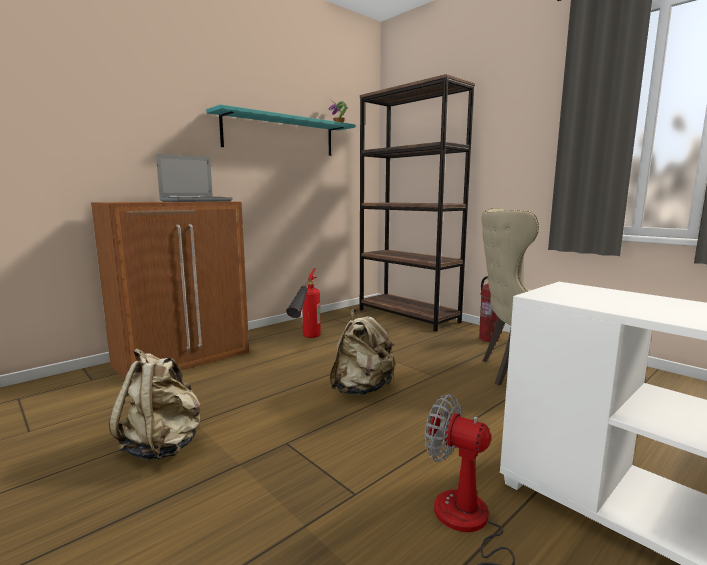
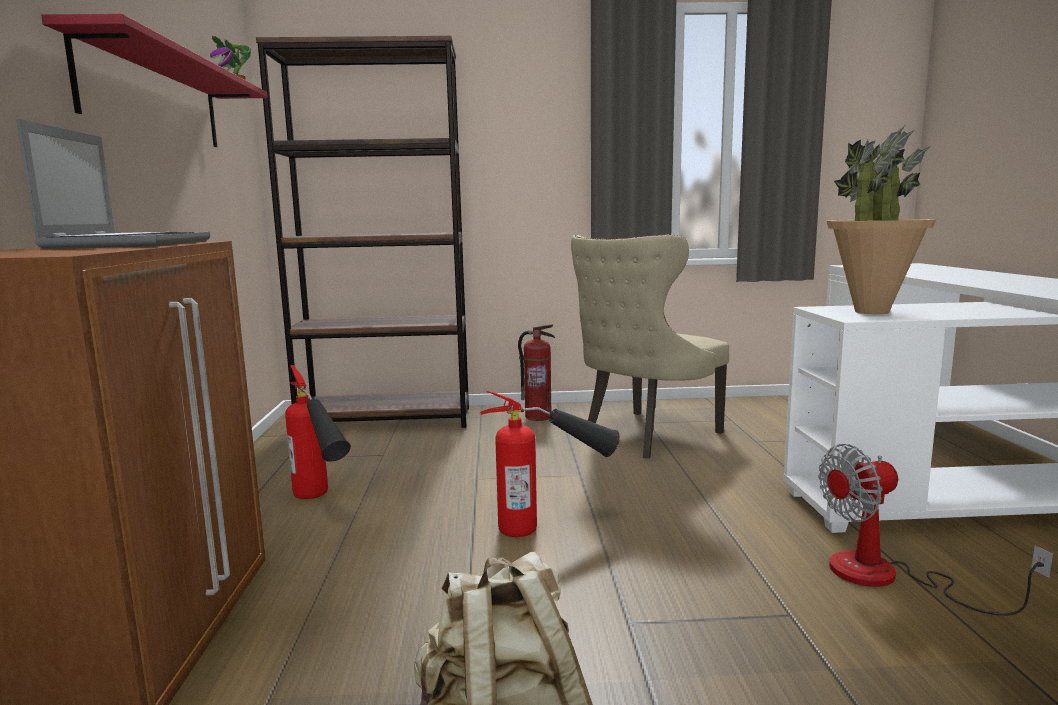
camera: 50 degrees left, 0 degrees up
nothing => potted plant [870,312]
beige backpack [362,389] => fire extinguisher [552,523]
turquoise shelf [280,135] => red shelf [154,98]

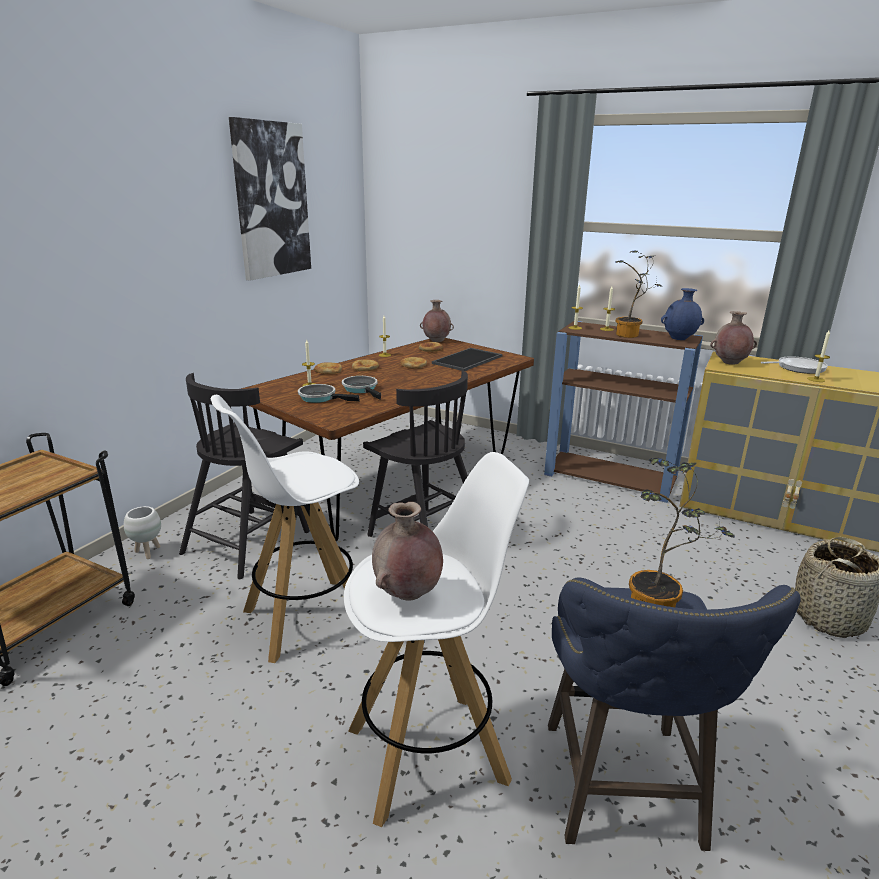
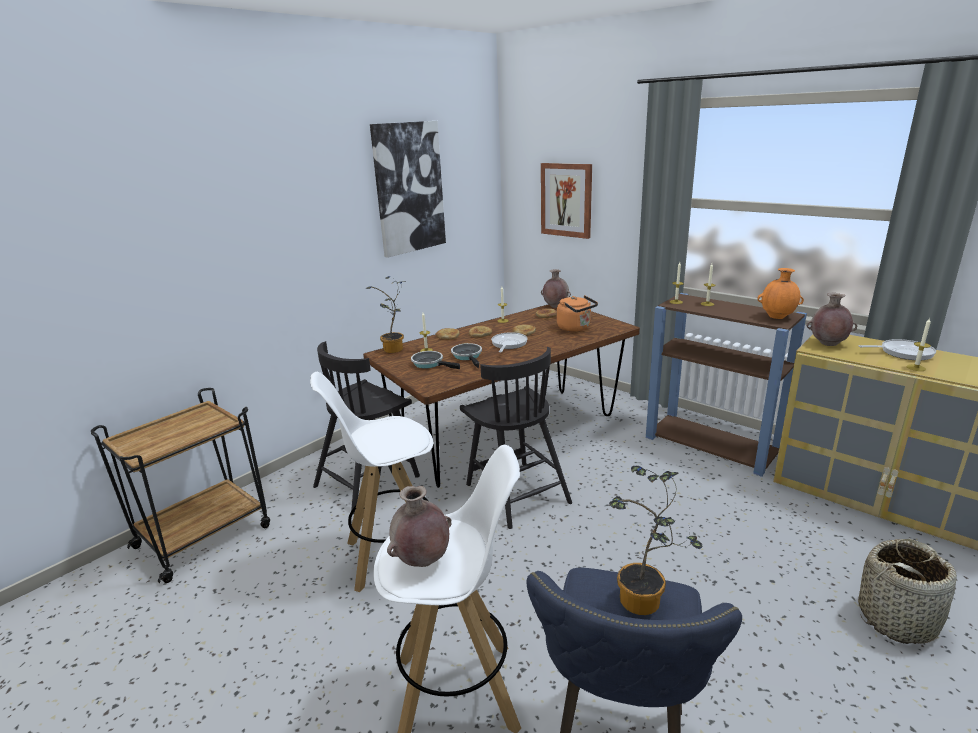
camera: 15 degrees right, 0 degrees up
white planter [148,552] => nothing
nothing => frying pan [508,344]
nothing => picture [566,200]
potted plant [629,336] => potted plant [394,350], moved
tray [468,360] => orange kettle [575,328]
blue vase [679,339] => orange vase [777,317]

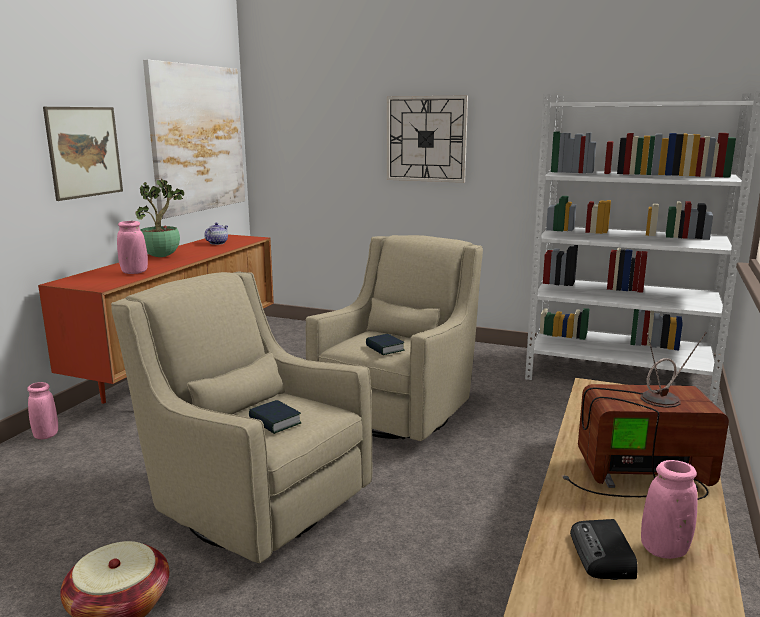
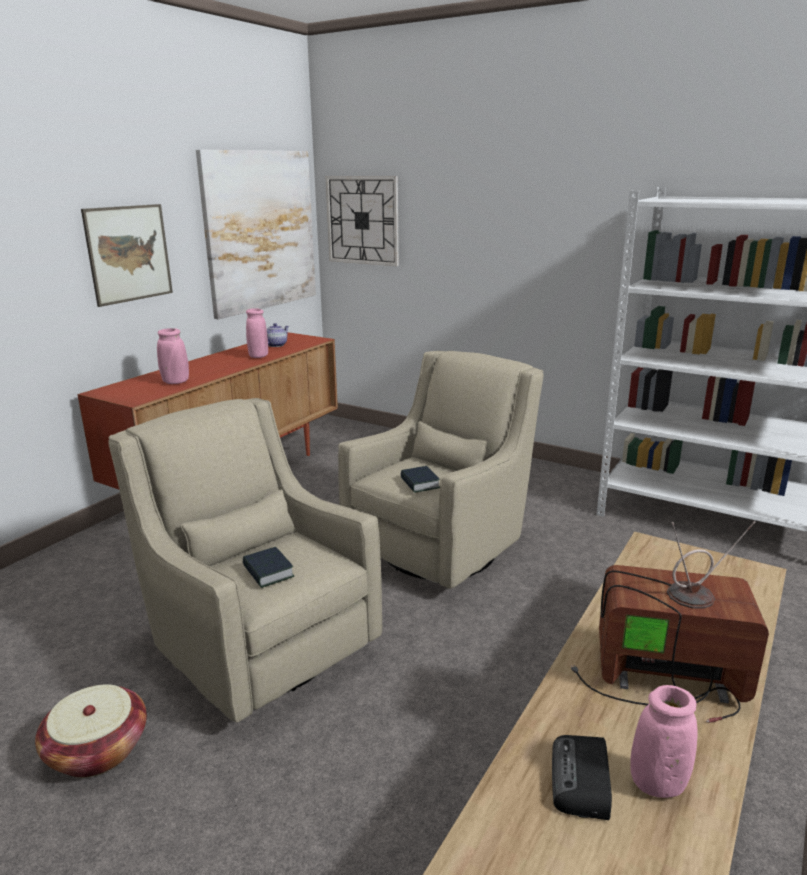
camera: 10 degrees right, 5 degrees up
potted plant [162,256] => nothing
pink vase [46,435] => pink vase [258,356], moved
wall clock [426,139] => wall clock [362,220], moved

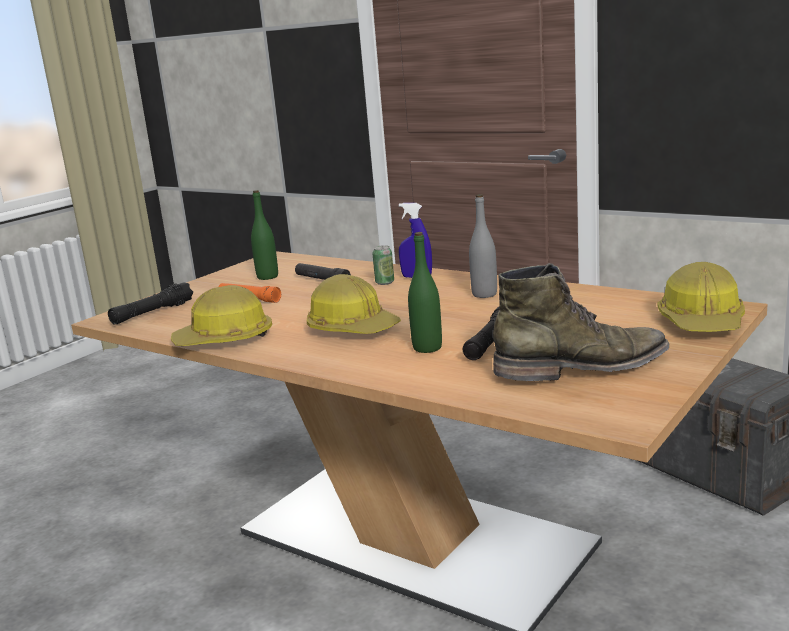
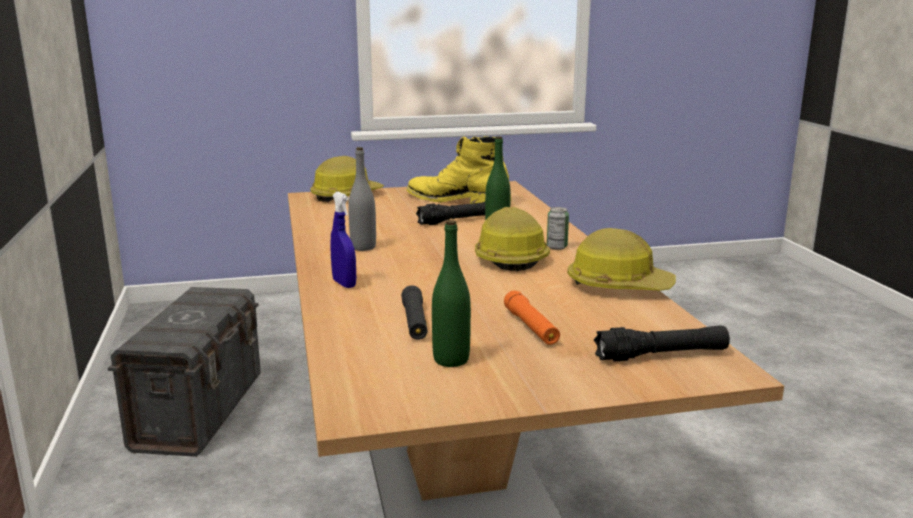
camera: 140 degrees left, 0 degrees up
can [384,282] => can [557,247], moved
green boot [583,368] => yellow boot [457,200]

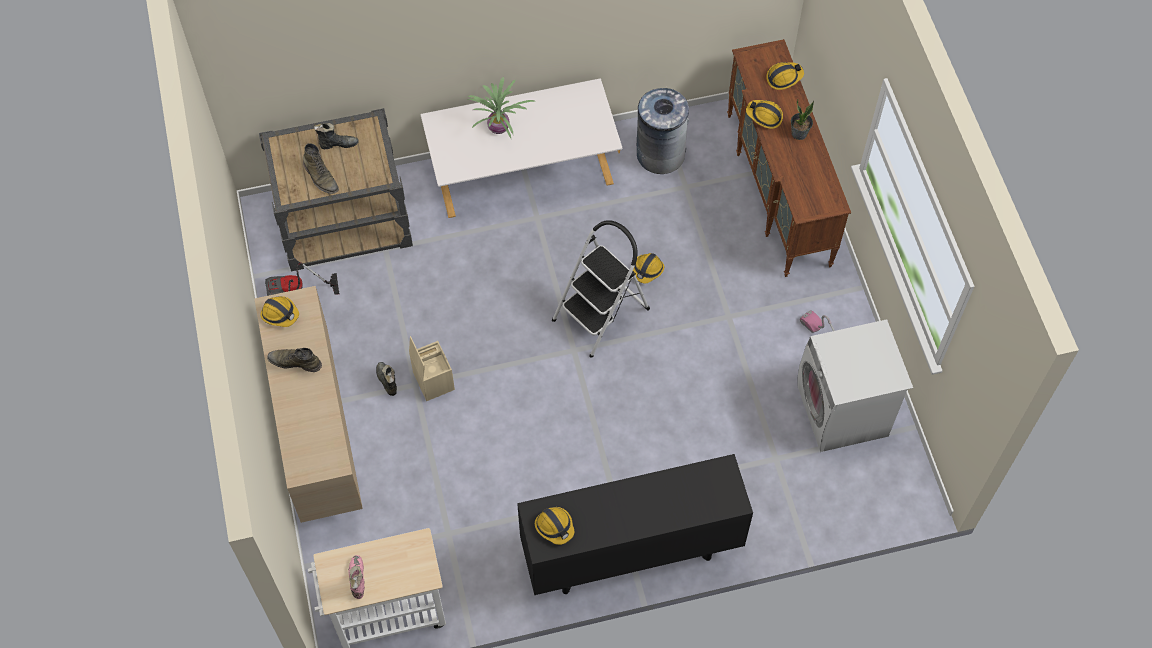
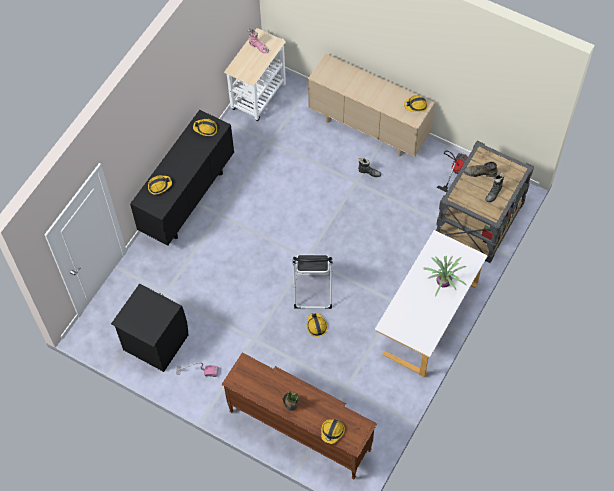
camera: 135 degrees right, 0 degrees up
green boot [295,362] => nothing
beige storage box [432,380] => nothing
grey trash can [660,154] => nothing
hard hat [764,116] => hard hat [159,186], moved
white washing machine [844,411] => black washing machine [154,343]

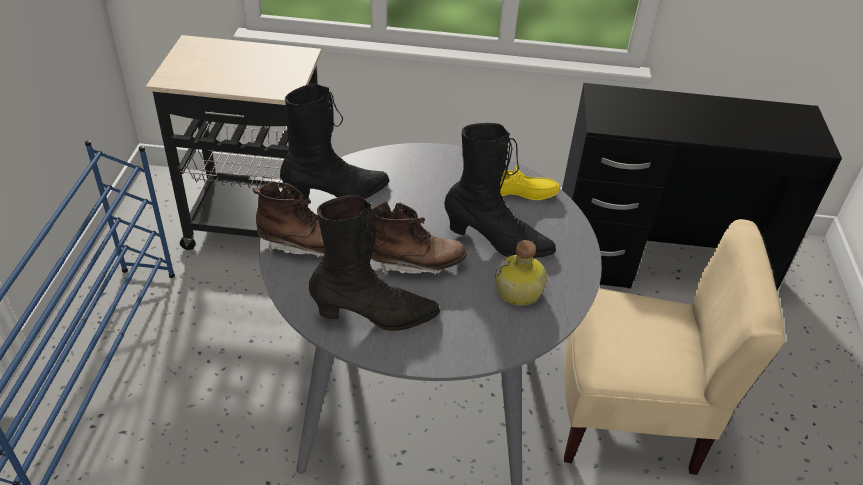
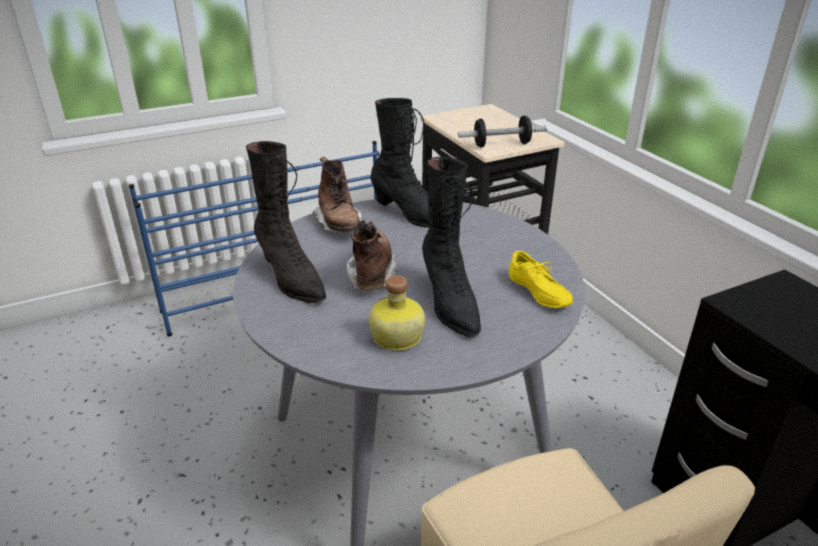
camera: 60 degrees right, 10 degrees down
nothing => dumbbell [501,144]
brown boot [415,263] => brown boot [372,274], 150 degrees counterclockwise

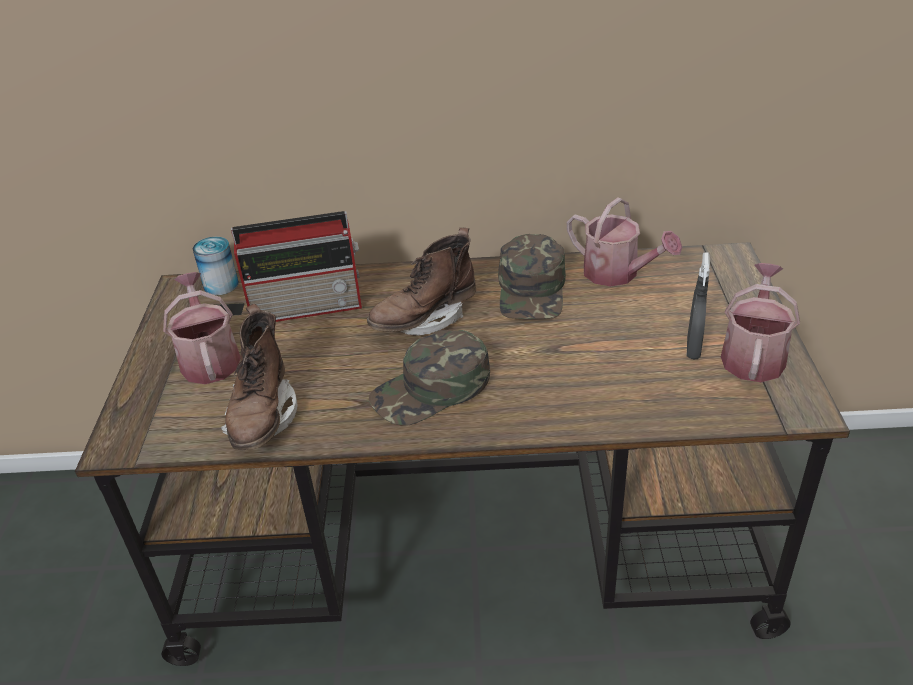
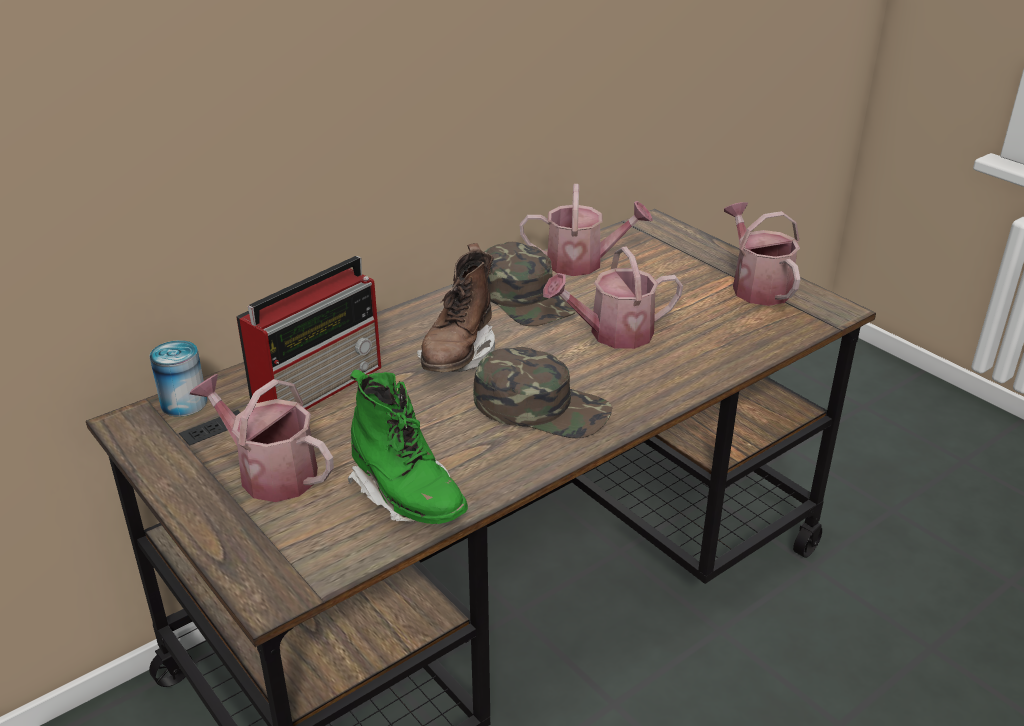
camera: 40 degrees left, 5 degrees down
grey spray bottle [693,348] => nothing
nothing => watering can [612,334]
brown boot [262,417] => green boot [407,496]
green cap [432,389] => green cap [542,406], 90 degrees counterclockwise

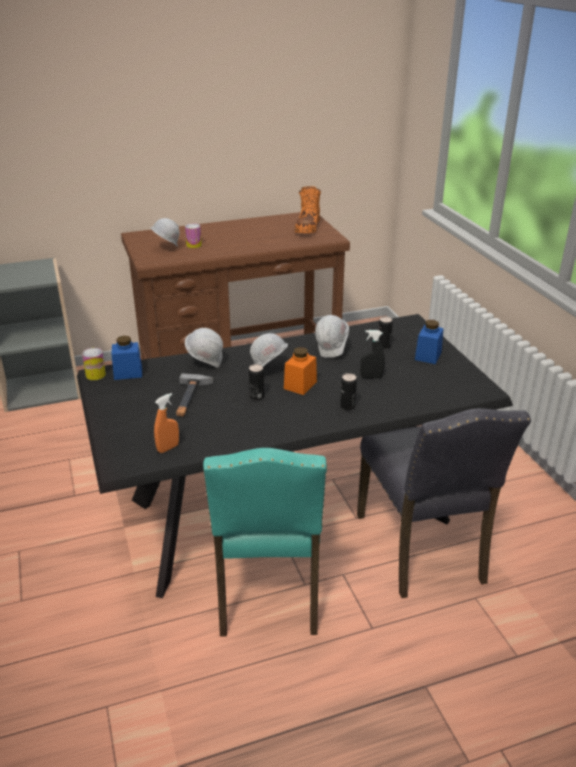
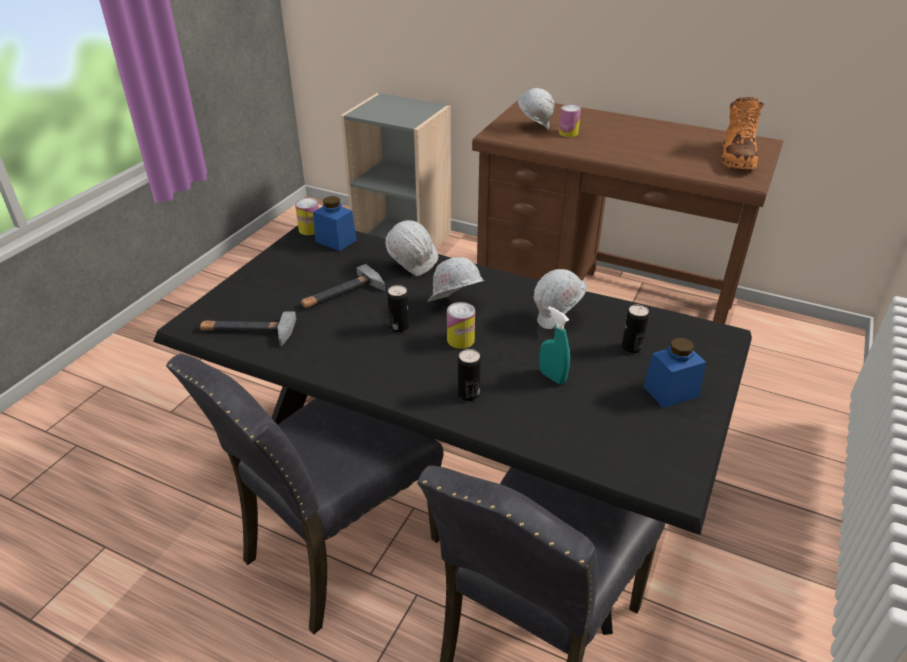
camera: 45 degrees right, 5 degrees up
orange spray bottle [168,448] => hammer [247,332]
orange jar [300,385] => can [460,340]
turquoise chair [268,588] => grey chair [336,549]
black spray bottle [371,377] => turquoise spray bottle [552,377]
orange boot [308,227] => orange boot [736,157], 45 degrees counterclockwise

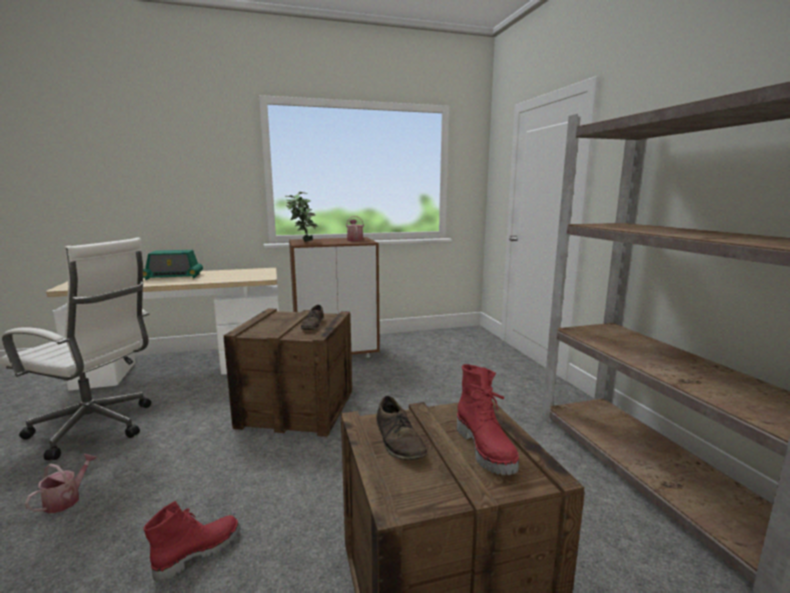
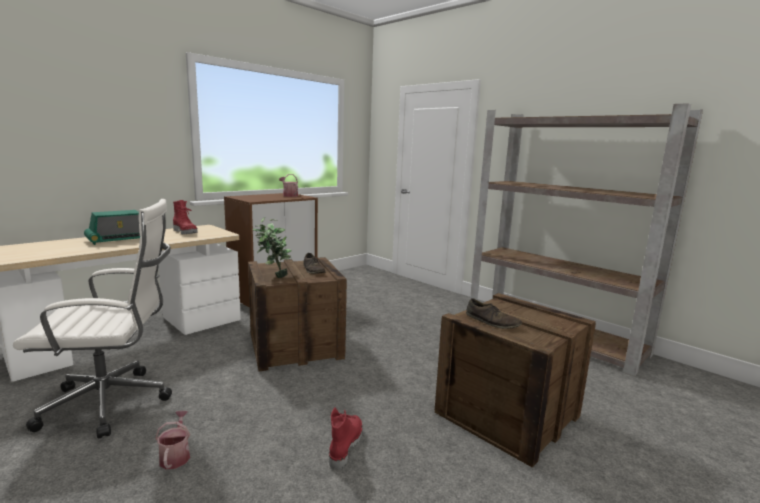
camera: 30 degrees left, 0 degrees up
potted plant [302,241] => potted plant [273,277], moved
red boot [486,449] => red boot [186,232], moved

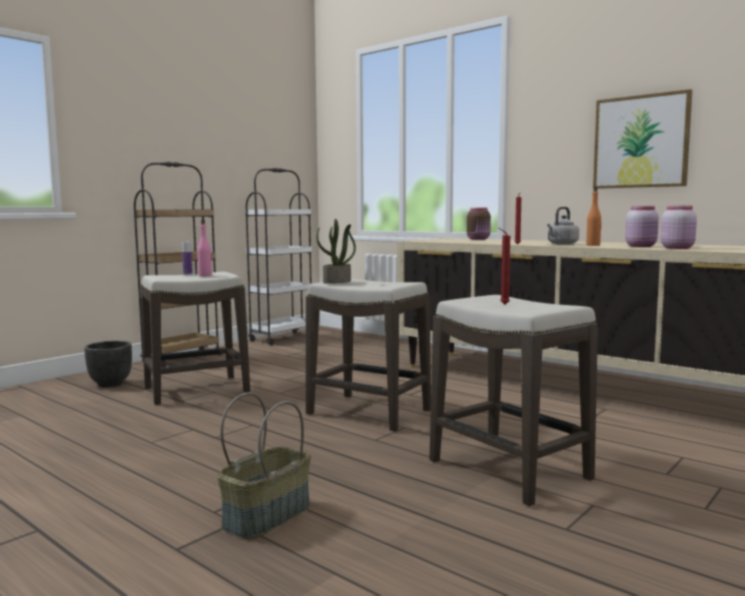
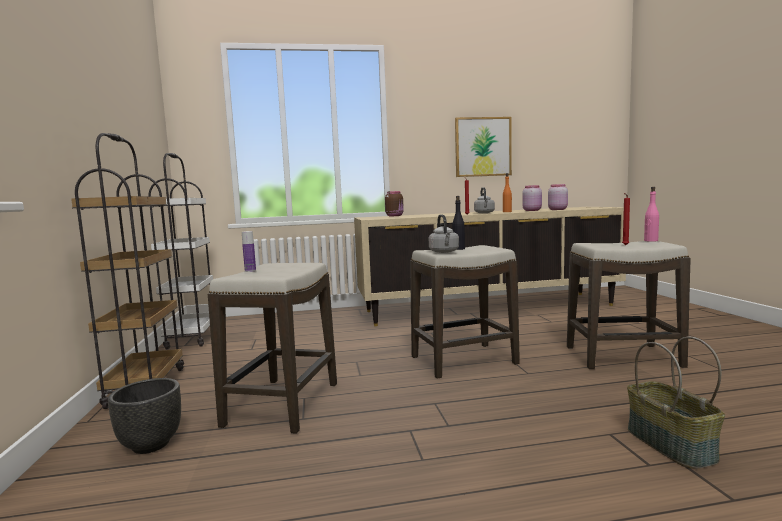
camera: 50 degrees left, 0 degrees up
nothing => black bottle [458,249]
pink bottle [205,275] => pink bottle [650,241], moved
potted plant [337,281] => grey kettle [444,252]

